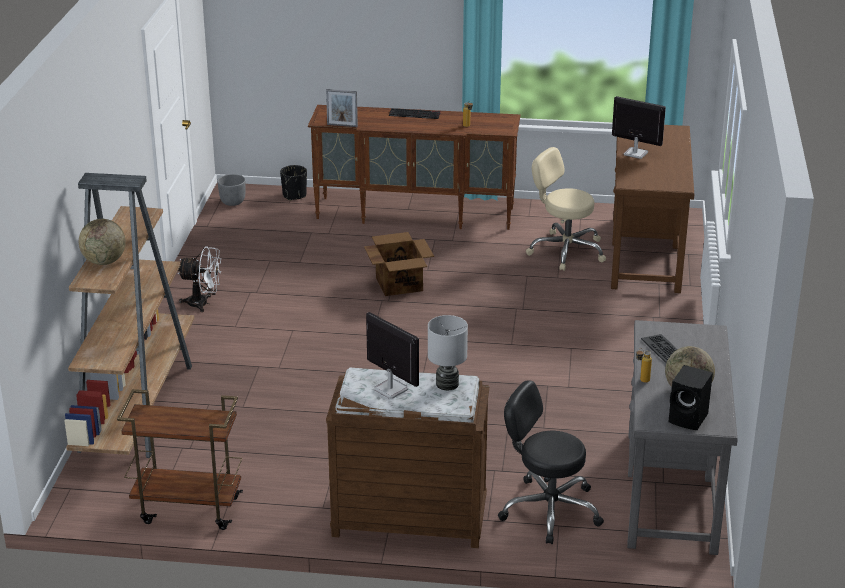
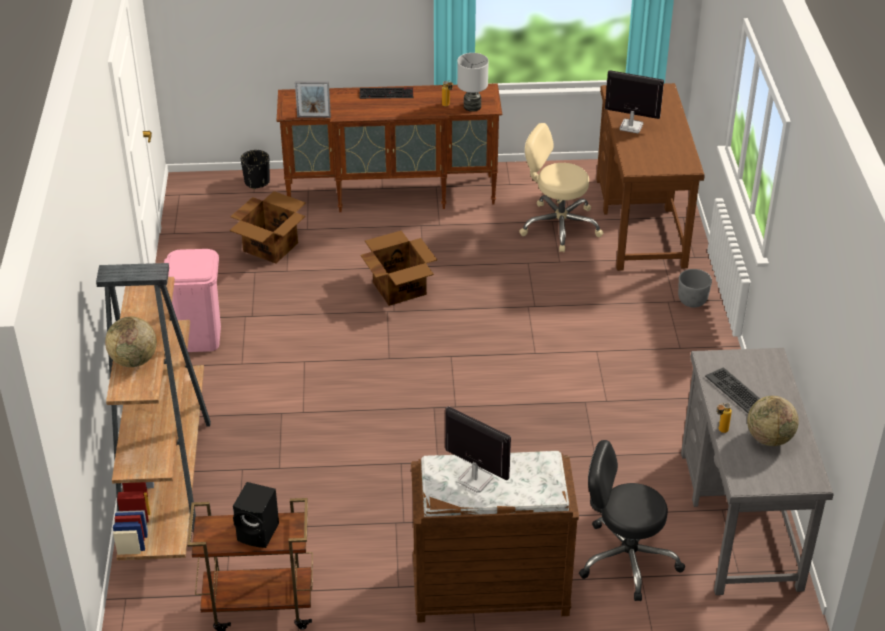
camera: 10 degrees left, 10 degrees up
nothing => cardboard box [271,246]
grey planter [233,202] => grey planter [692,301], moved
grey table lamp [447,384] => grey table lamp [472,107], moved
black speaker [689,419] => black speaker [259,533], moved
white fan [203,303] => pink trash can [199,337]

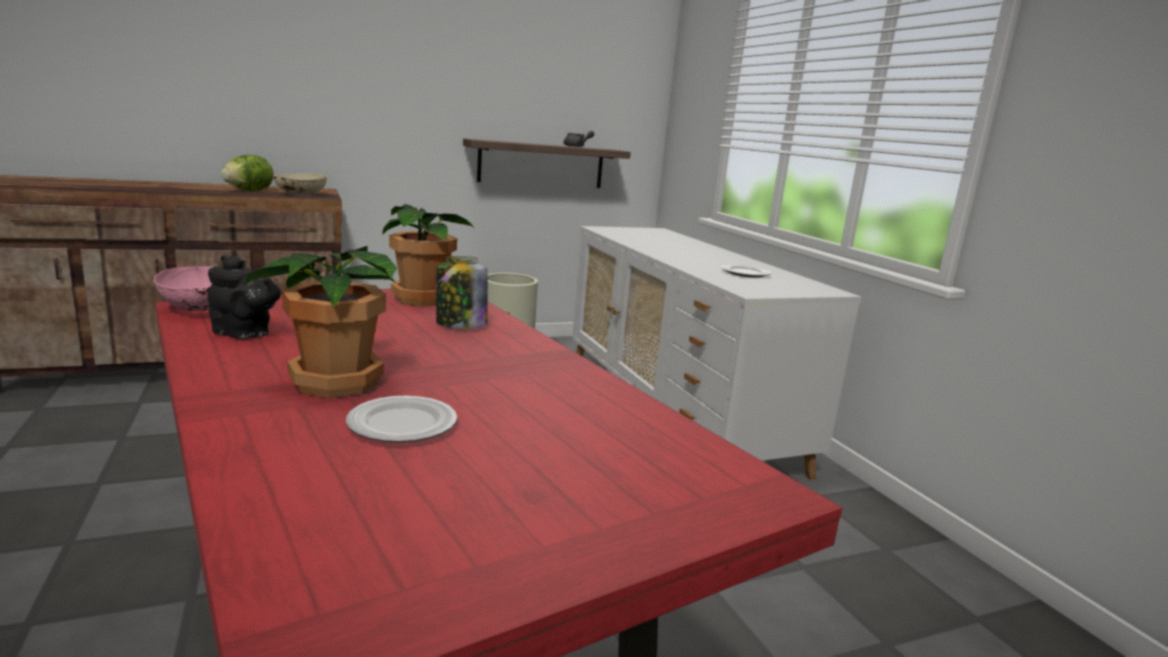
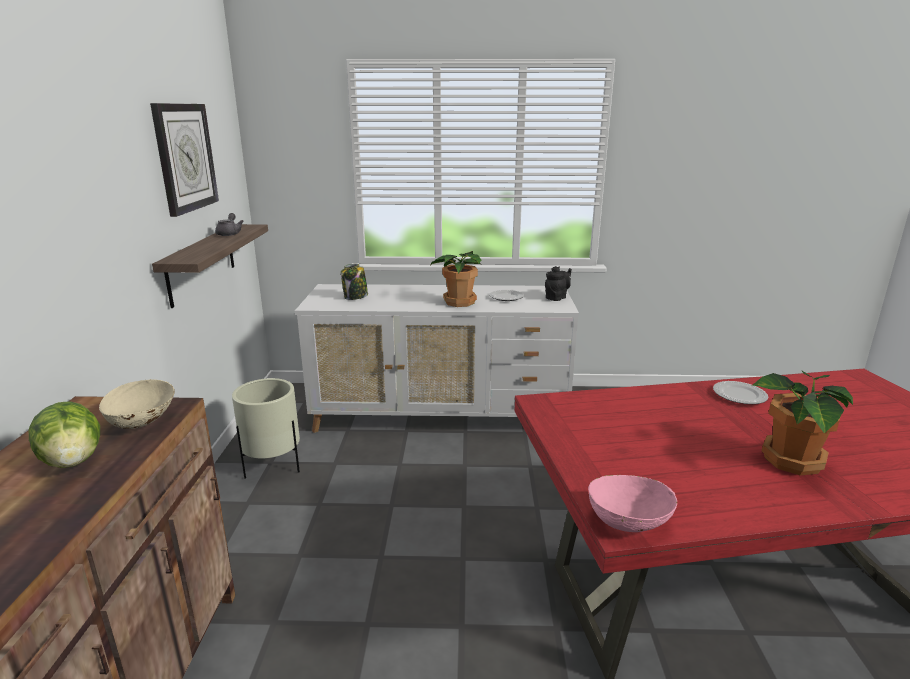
camera: 65 degrees left, 5 degrees up
nothing => wall clock [185,157]
black teapot [245,334] => black teapot [557,298], moved
plate [402,424] => plate [738,395], moved
potted plant [424,299] => potted plant [458,302], moved
jar [460,325] => jar [355,297], moved

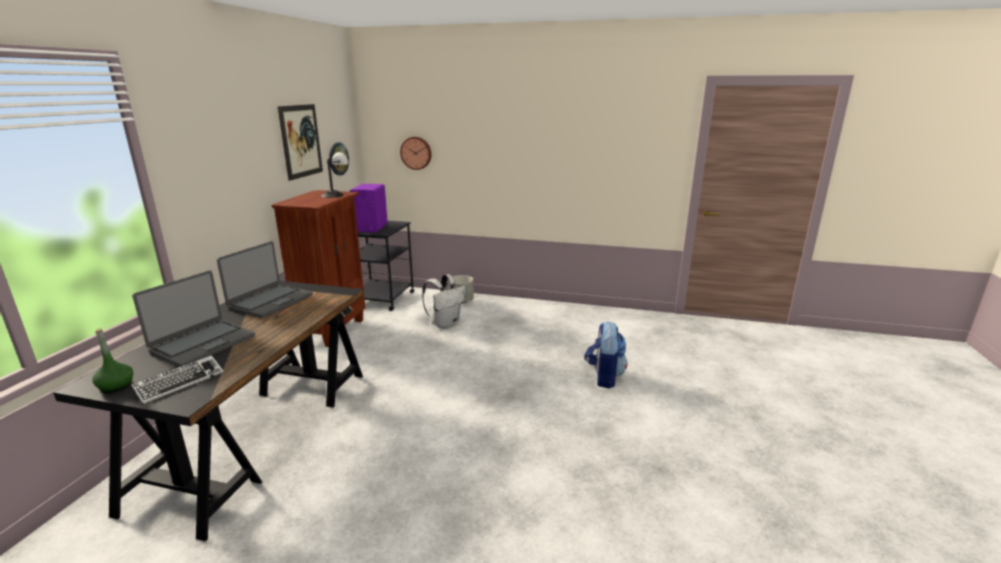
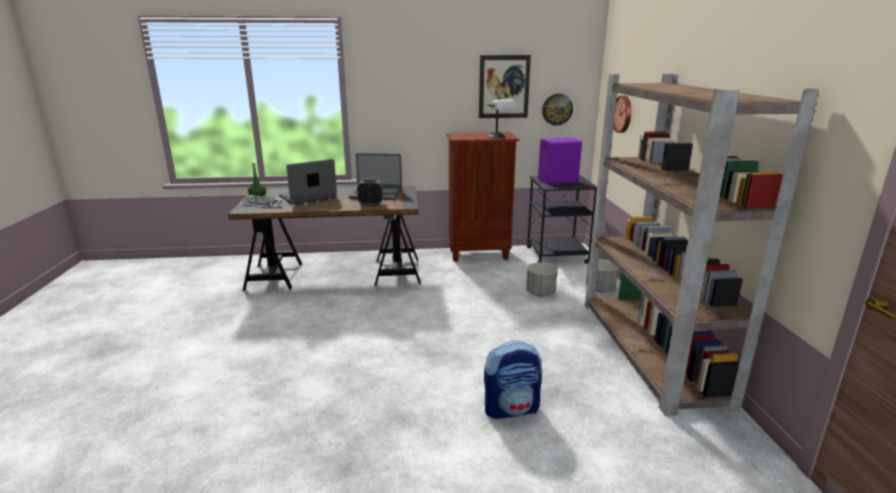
camera: 70 degrees right, 0 degrees up
nothing => alarm clock [370,204]
nothing => brown bookcase [649,349]
white backpack [445,323] => grey planter [540,293]
laptop [203,344] => laptop [308,197], 135 degrees clockwise

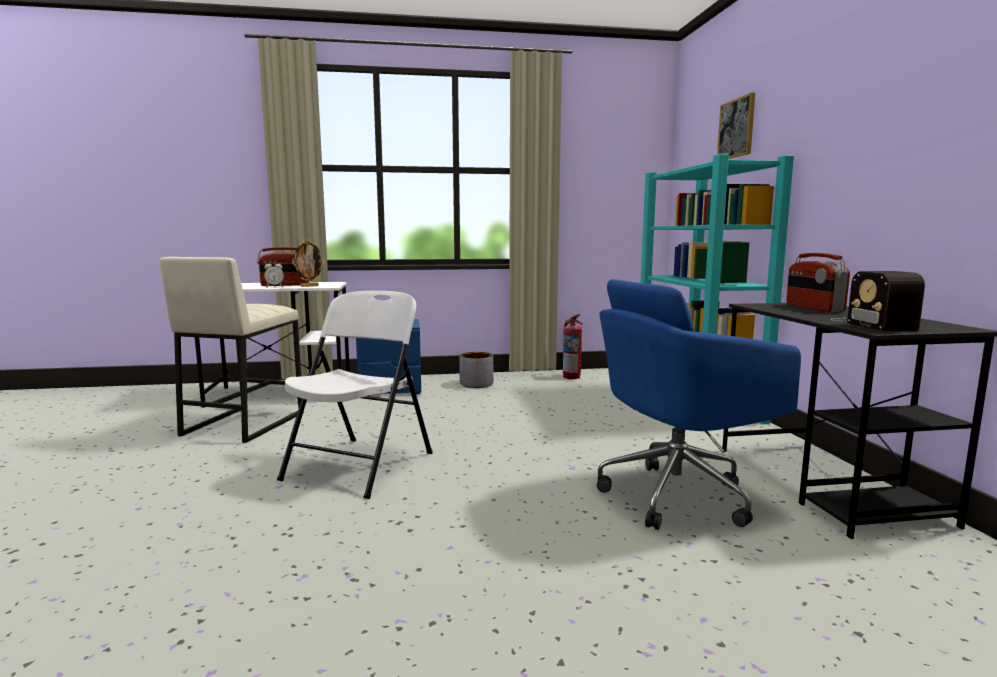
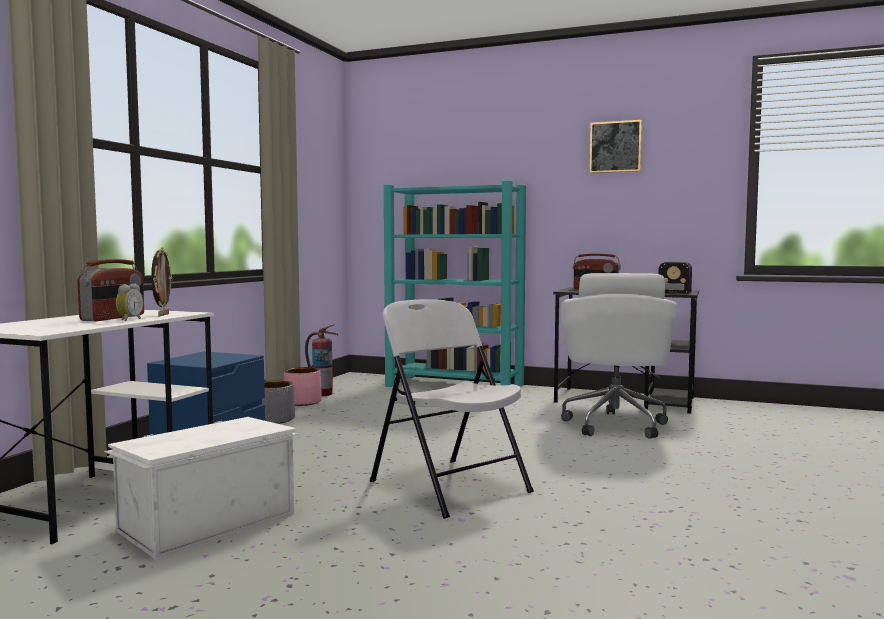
camera: 60 degrees left, 5 degrees down
nothing => pink planter [302,402]
picture [736,128] => picture [615,147], moved
beige stool [244,423] => white storage box [205,522]
blue office chair [681,496] => white office chair [614,424]

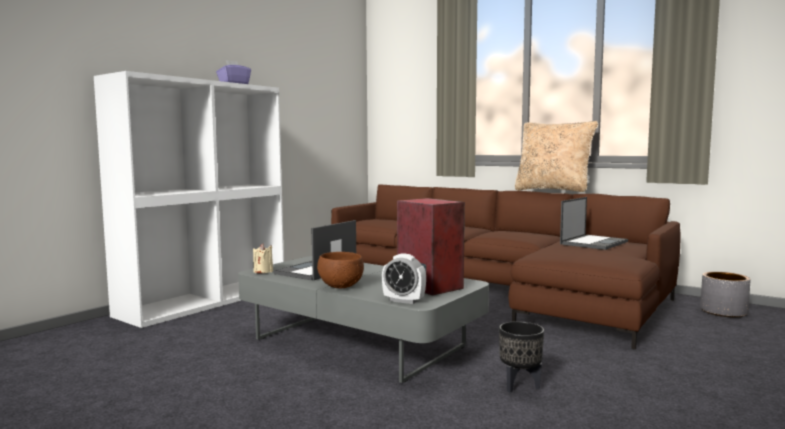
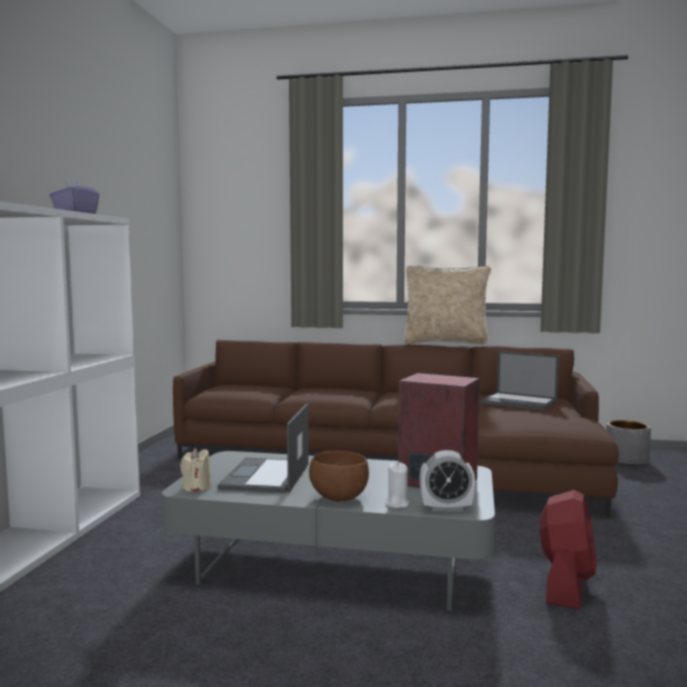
camera: 25 degrees left, 0 degrees up
nothing => white candle [397,504]
black planter [519,385] => red fan [566,585]
laptop [594,243] => laptop [520,402], 105 degrees clockwise

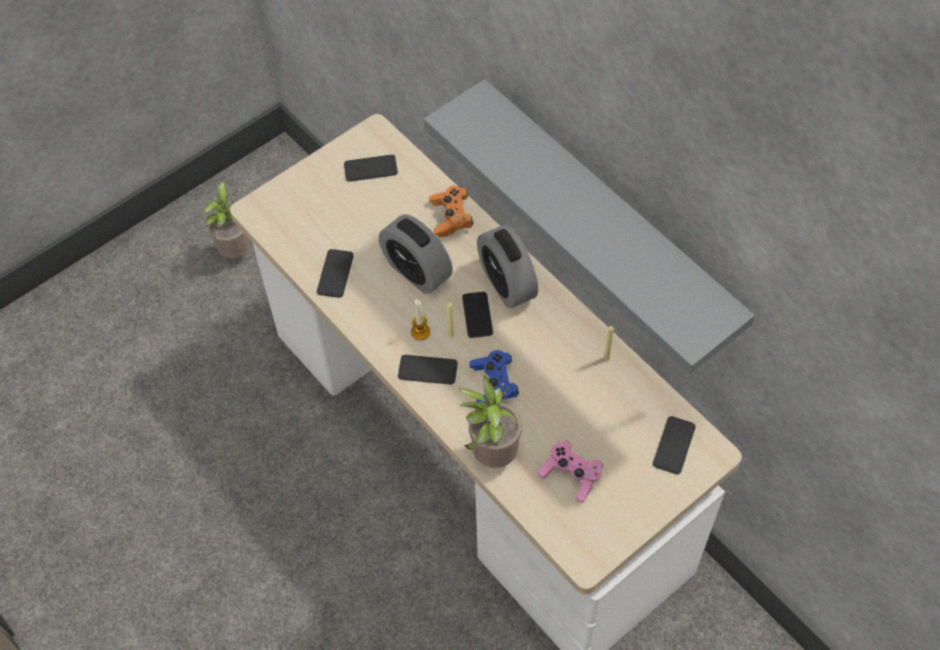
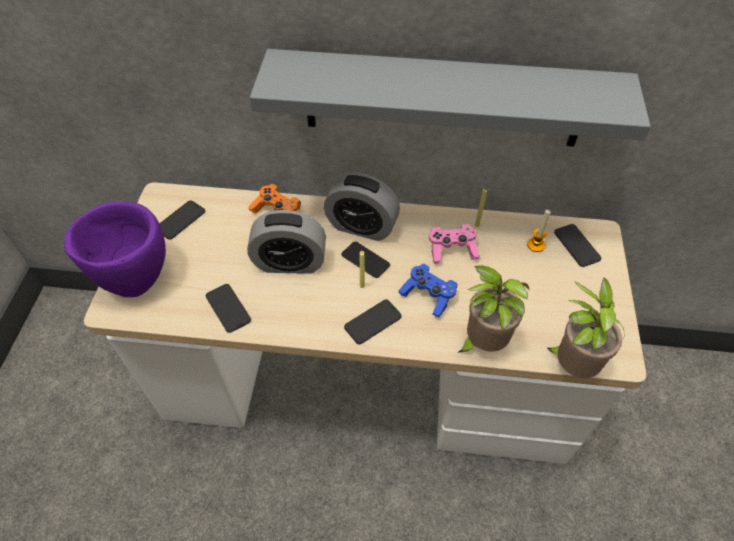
camera: 45 degrees left, 5 degrees down
nothing => purple bowl [134,276]
potted plant [236,251] => potted plant [571,364], moved
candle [420,332] => candle [535,245], moved
pink game controller [571,475] => pink game controller [452,250], moved

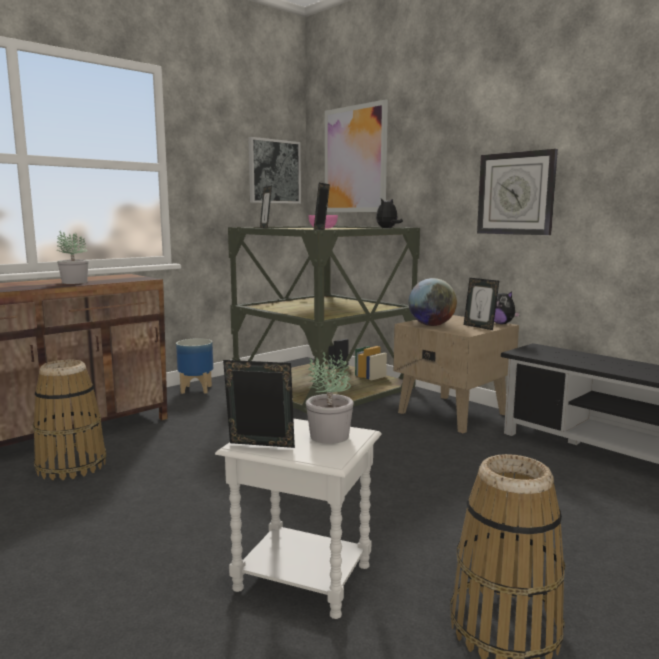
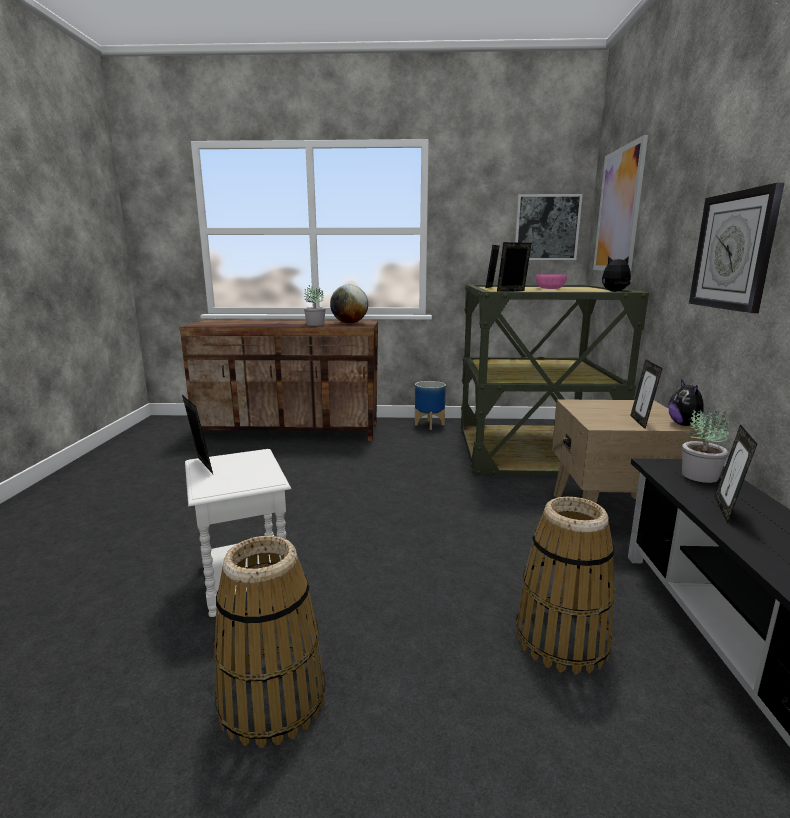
camera: 45 degrees right, 5 degrees up
nothing => picture frame [726,510]
basket [72,465] => basket [562,640], moved
potted plant [329,435] => potted plant [699,475], moved
globe [431,325] => globe [349,323], moved

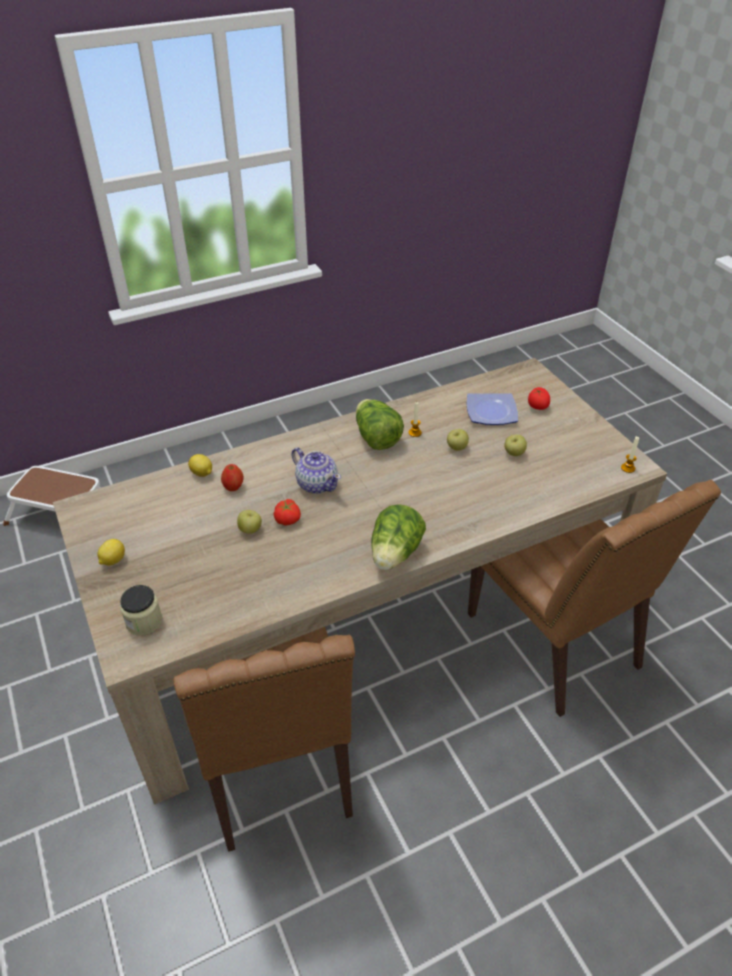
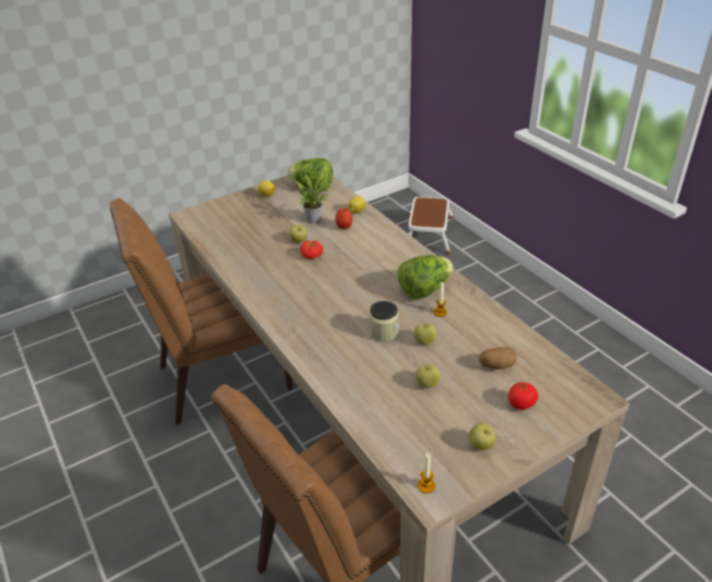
camera: 85 degrees right, 5 degrees down
teapot [317,484] => nothing
nothing => potted plant [313,218]
nothing => apple [481,445]
jar [144,621] => jar [384,332], moved
lettuce [395,554] => lettuce [312,188], moved
plate [492,411] => potato [496,366]

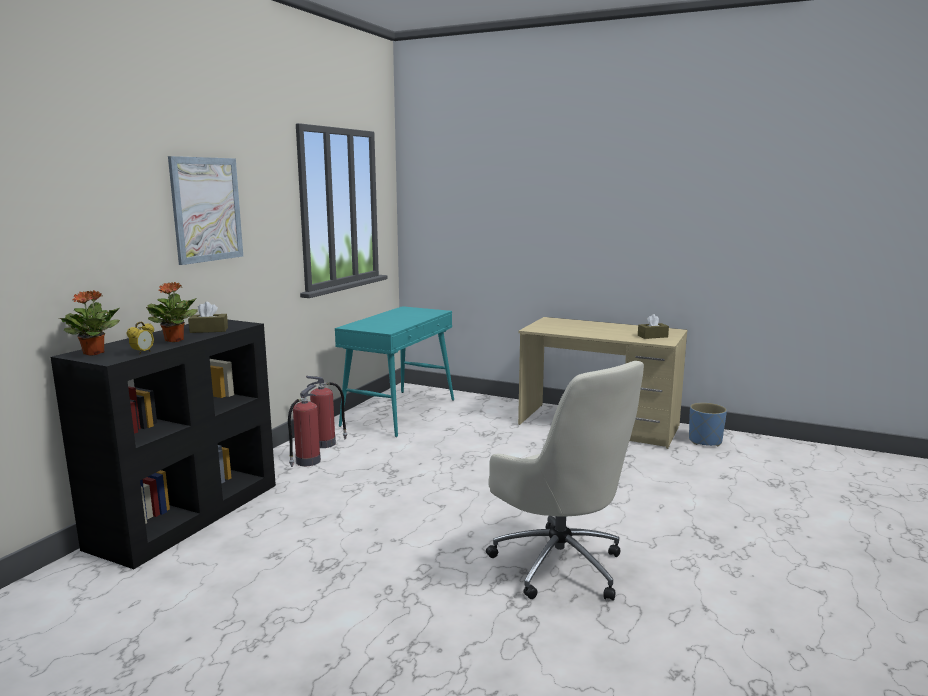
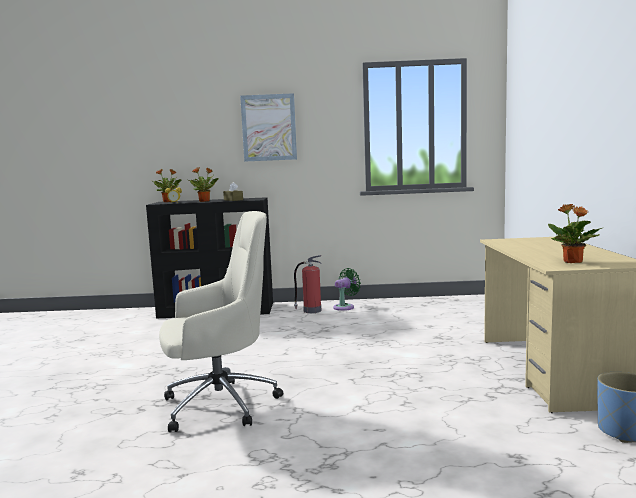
camera: 65 degrees right, 5 degrees down
turquoise console table [399,412] => nothing
fire extinguisher [325,443] => green fan [345,307]
brown tissue box [652,336] => potted plant [573,262]
beige office chair [559,566] => beige office chair [221,406], 135 degrees counterclockwise

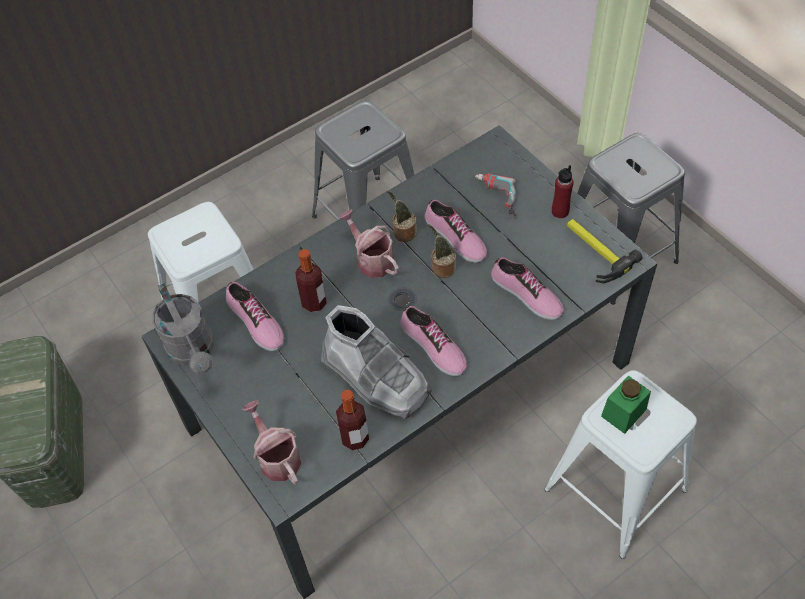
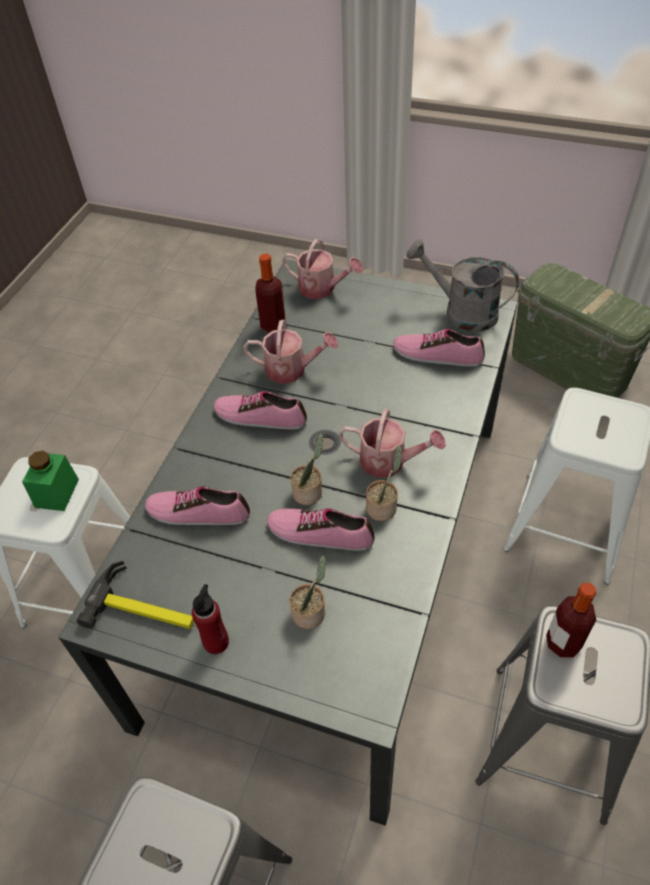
camera: 145 degrees right, 5 degrees down
bottle [314,302] => bottle [563,643], moved
grey boot [376,377] => watering can [292,369]
power drill [495,198] => potted plant [311,612]

